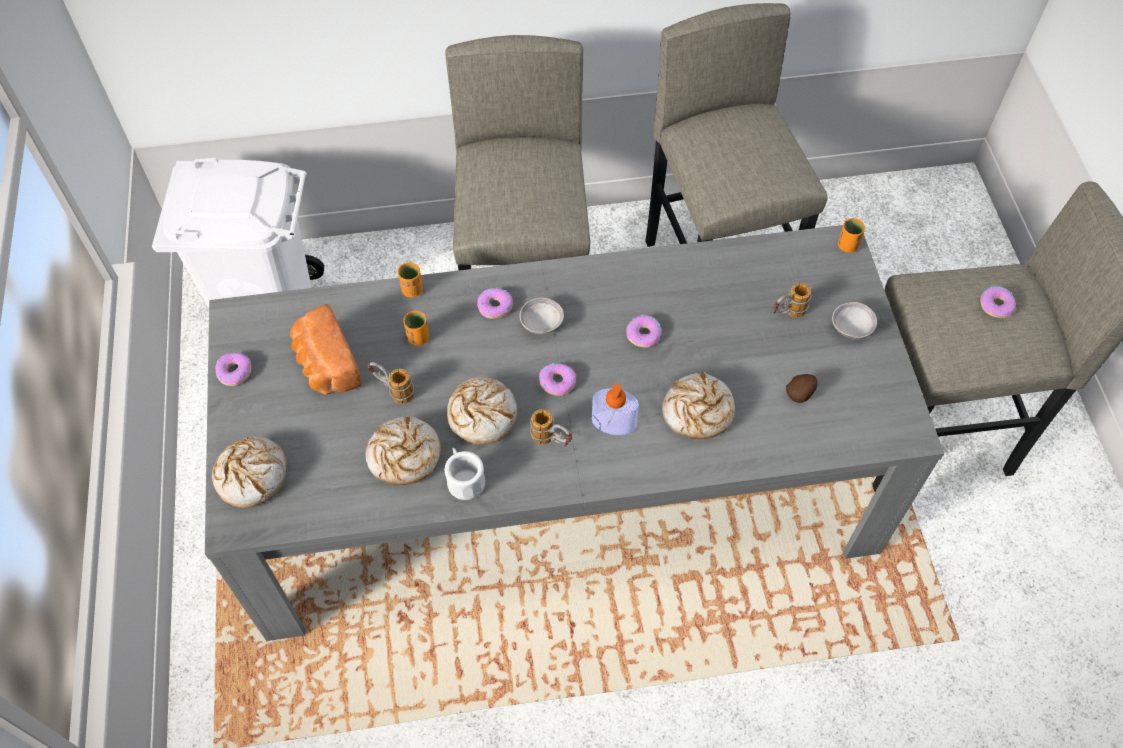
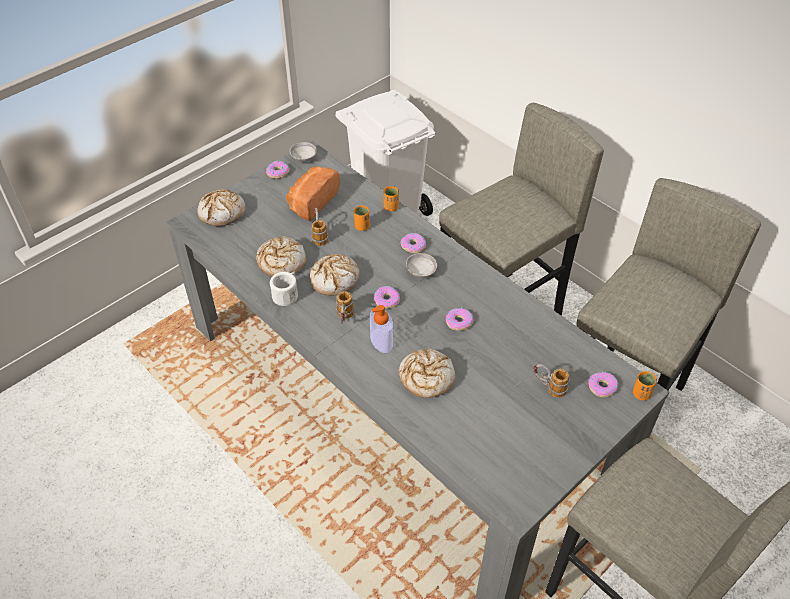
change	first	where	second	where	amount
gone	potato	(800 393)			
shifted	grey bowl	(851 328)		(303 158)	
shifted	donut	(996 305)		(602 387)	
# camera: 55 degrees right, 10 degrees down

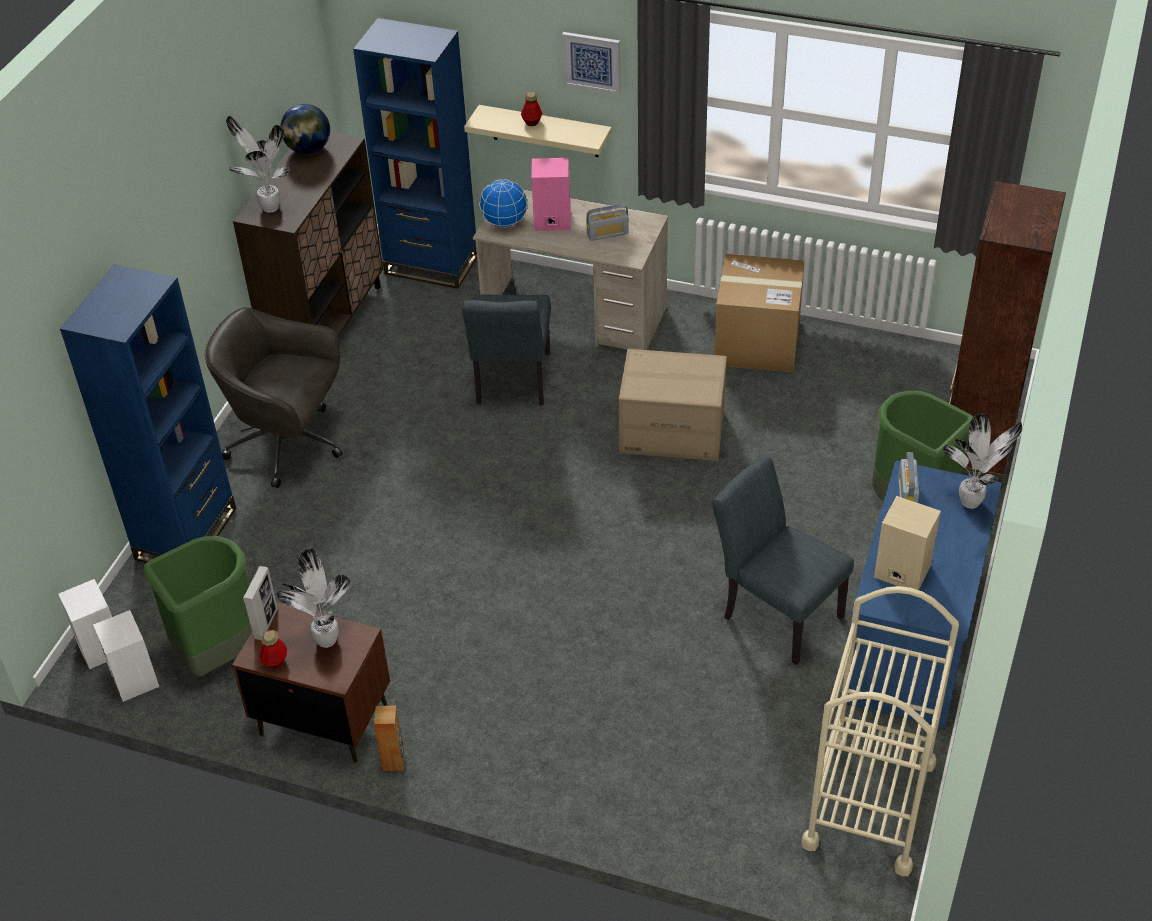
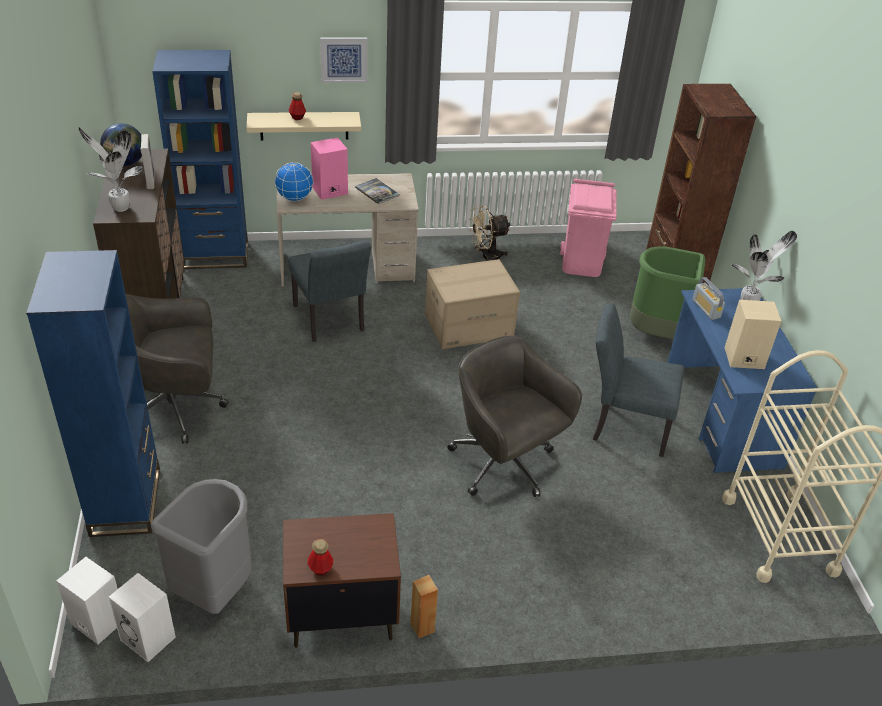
change	first	where	second	where	amount
repainted	green trash can	(218 652)	grey trash can	(214 590)	
shifted	picture frame	(266 623)		(150 181)	
gone	potted plant	(325 642)			
swapped	radio	(607 234)	book	(377 192)	
swapped	cardboard box	(757 343)	beige fan	(486 257)	
new			grey office chair	(504 465)	
new			pink trash can	(582 264)	
# camera: 30 degrees left, 5 degrees down

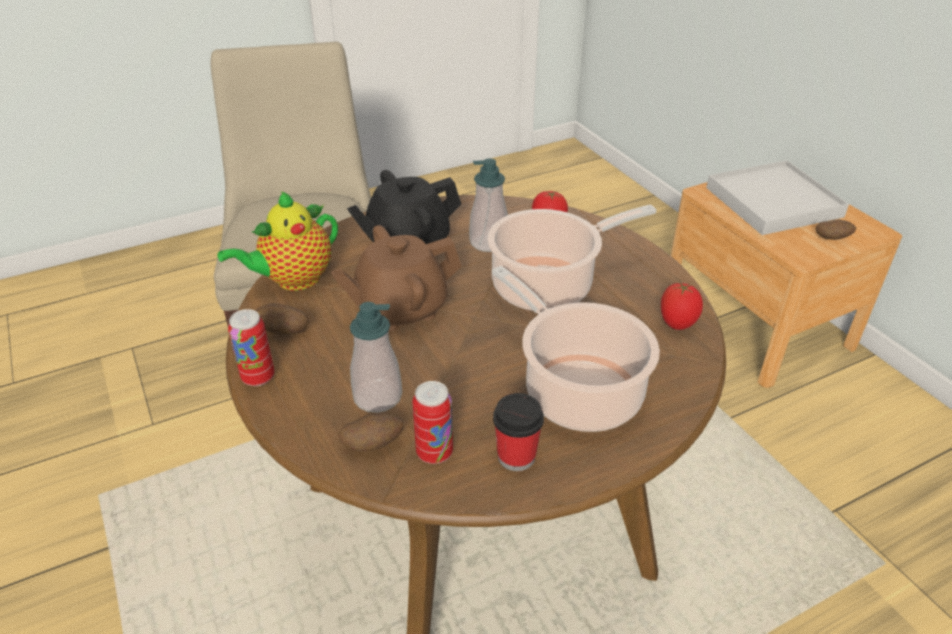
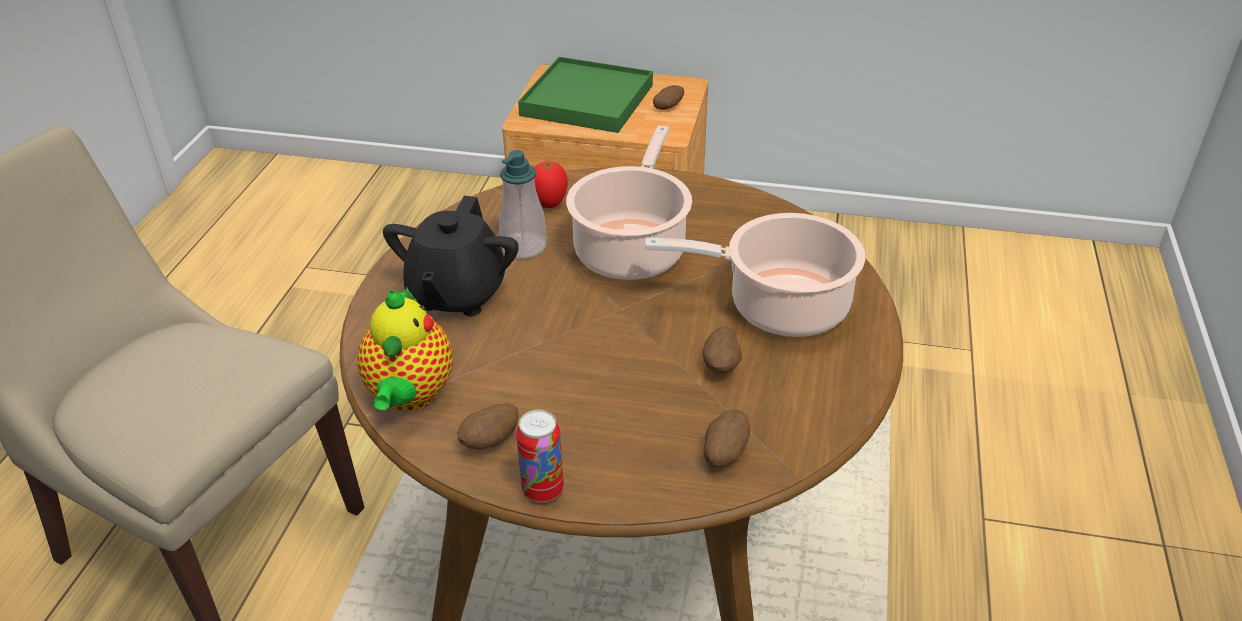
change	first	where	second	where	amount
gone	brown teapot	(400 309)			
gone	soap dispenser	(377 397)			
gone	can	(434 453)			
gone	cup	(516 456)			
gone	tomato	(677 324)			
repainted	white tray	(773 202)	green tray	(587 100)	
new			potato	(721 366)	
# camera: 50 degrees left, 0 degrees up

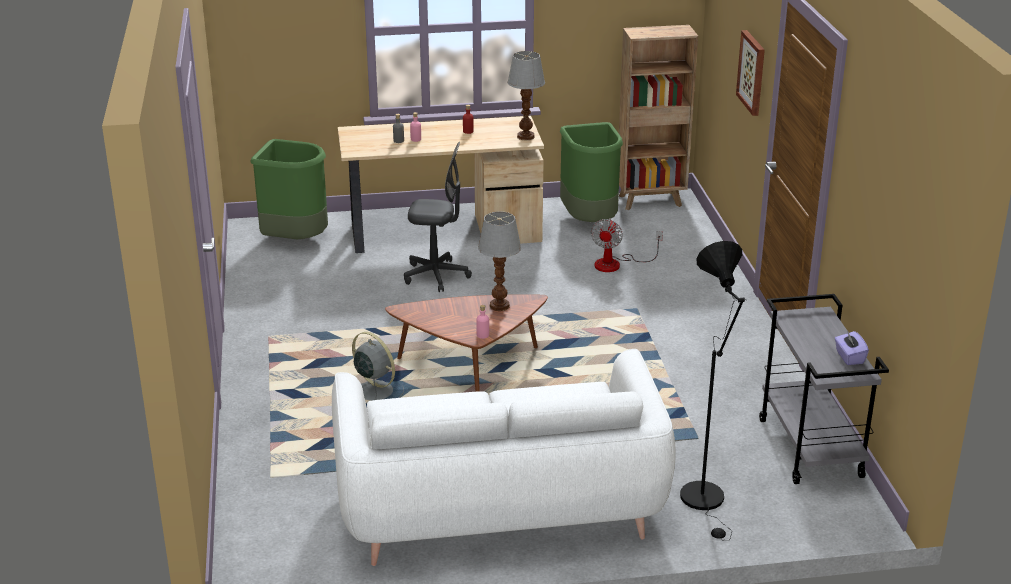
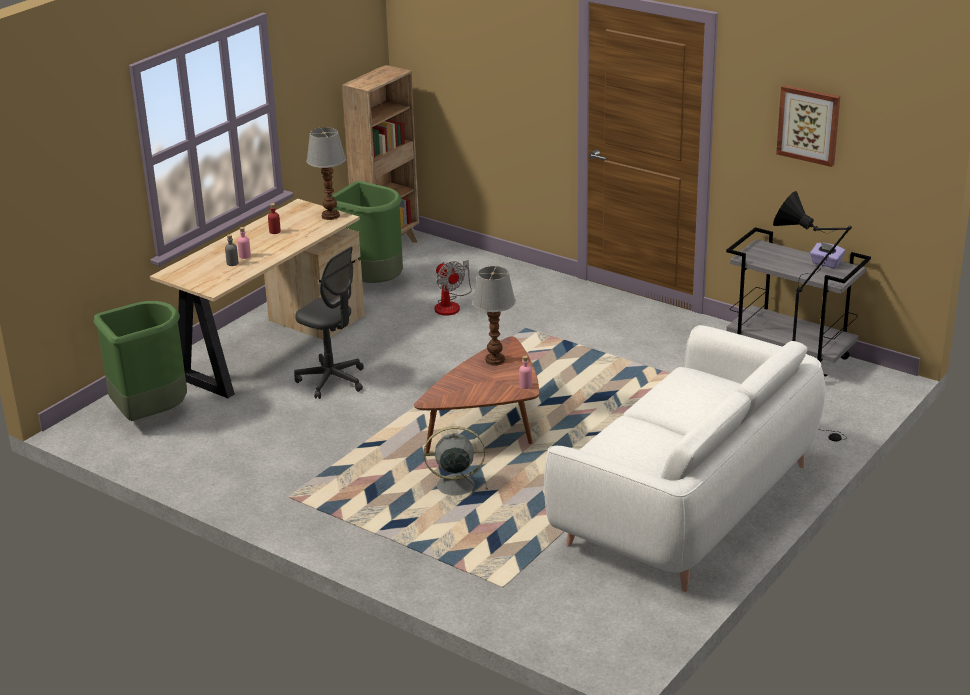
change	first	where	second	where	amount
rotated	grey office chair	(436 275)		(332 381)	75 degrees clockwise
shifted	picture	(752 72)		(809 124)	
# camera: 45 degrees left, 0 degrees up

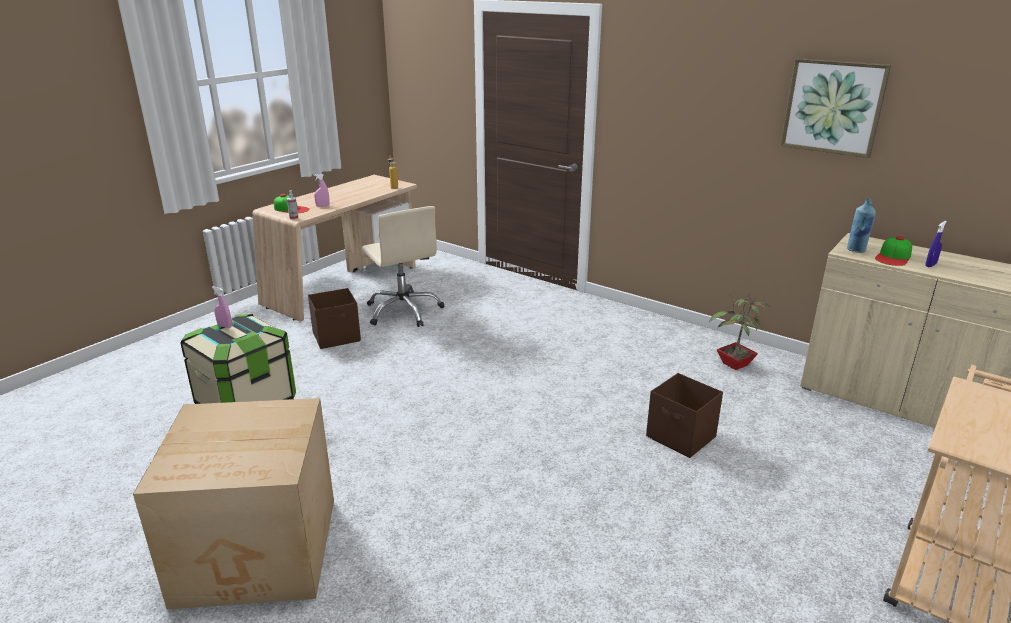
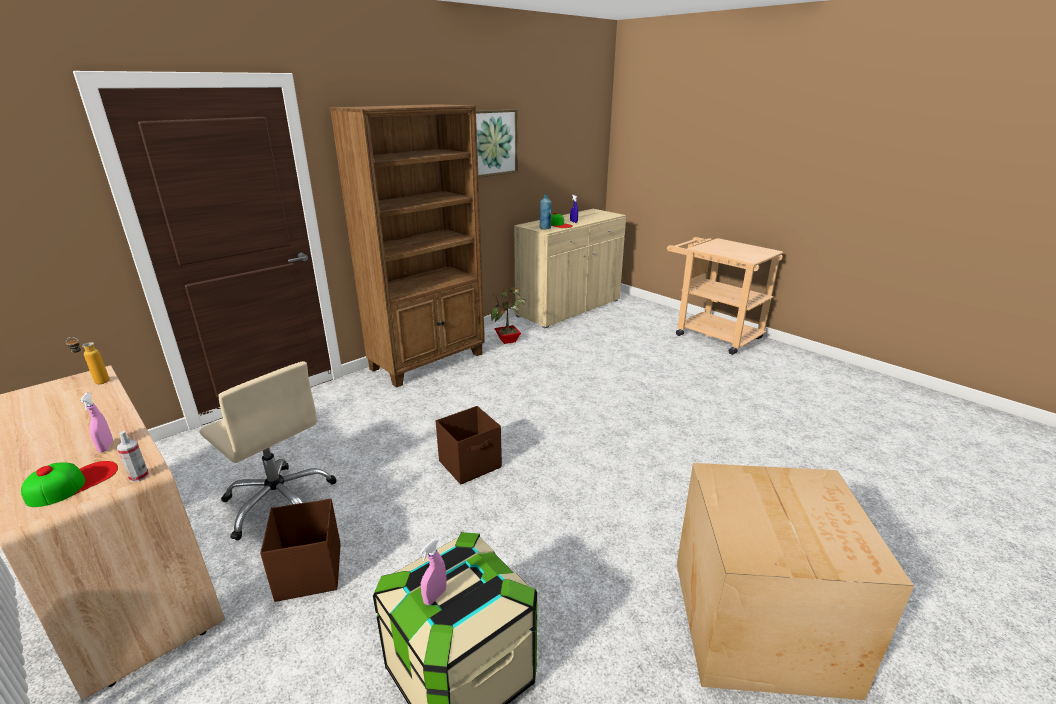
change	first	where	second	where	amount
rotated	beige office chair	(404 311)		(280 501)	60 degrees clockwise
shifted	brown storage box	(681 437)		(471 464)	
new			brown bookcase	(429 361)	
# camera: 80 degrees left, 0 degrees up

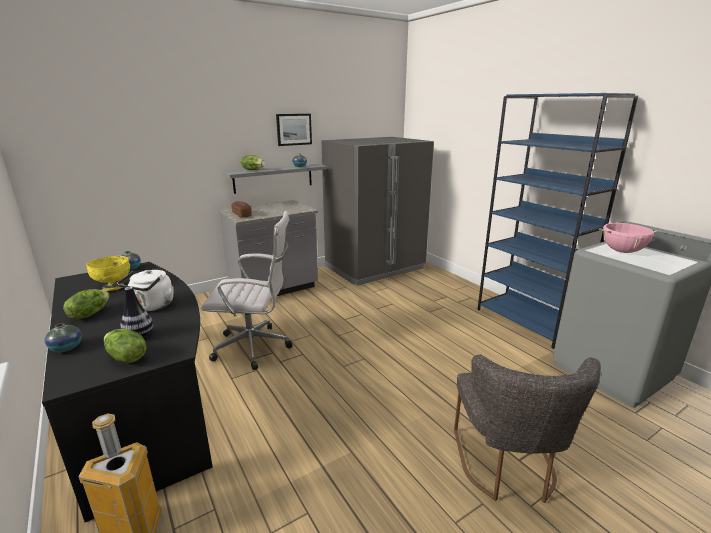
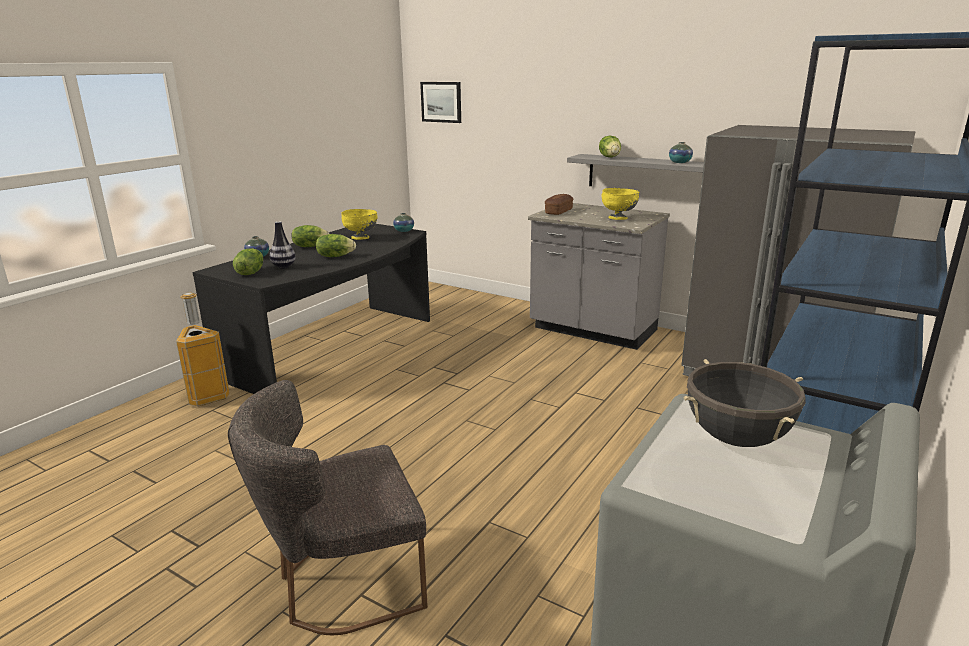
change	first	where	second	where	amount
swapped	white kettle	(152 306)	lettuce	(335 256)	
gone	white office chair	(256 347)			
shifted	picture	(294 129)		(441 102)	
repainted	pink cooking pot	(622 251)	black cooking pot	(737 439)	
new			yellow bowl	(618 218)	
# camera: 65 degrees right, 0 degrees up

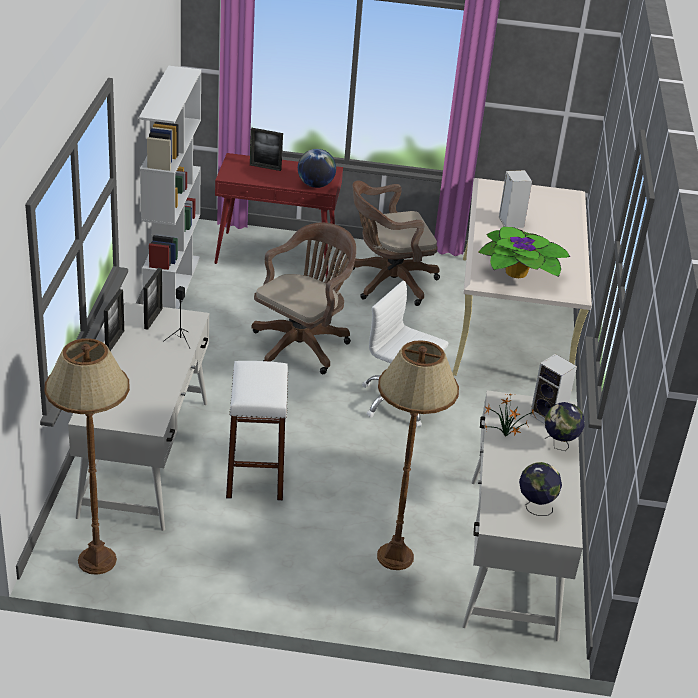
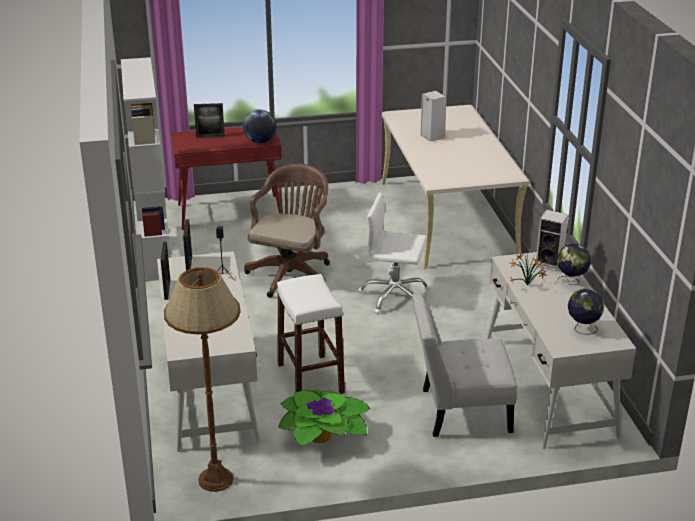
change	first	where	second	where	amount
gone	brown office chair	(387 282)			
swapped	brown floor lamp	(395 556)	white chair	(459 411)	
shifted	potted plant	(519 272)		(322 435)	
# camera: 15 degrees left, 5 degrees down

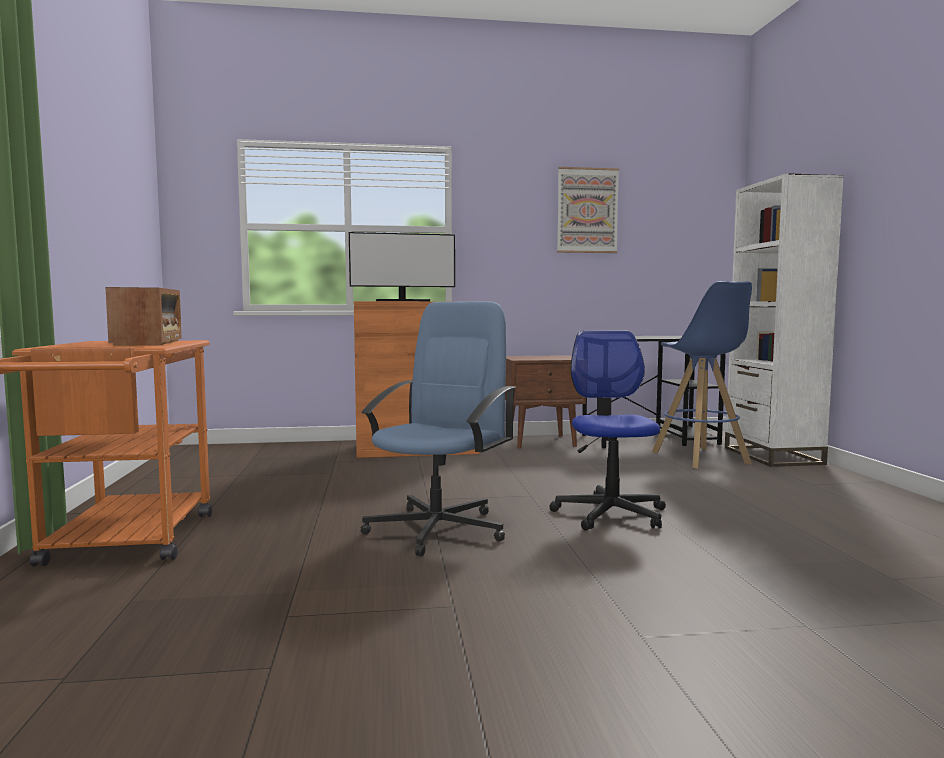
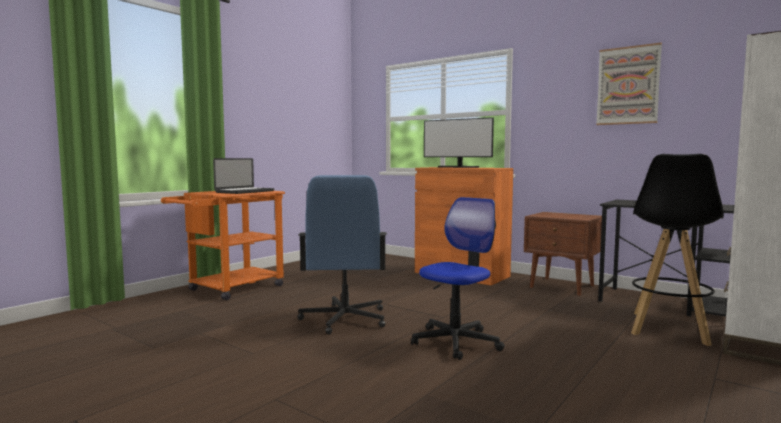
change	first	where	second	where	amount
swapped	radio	(148 343)	laptop	(245 192)	
rotated	blue office chair	(438 529)		(344 319)	105 degrees clockwise
repainted	blue stool	(700 458)	black stool	(669 328)	
# camera: 45 degrees right, 0 degrees up

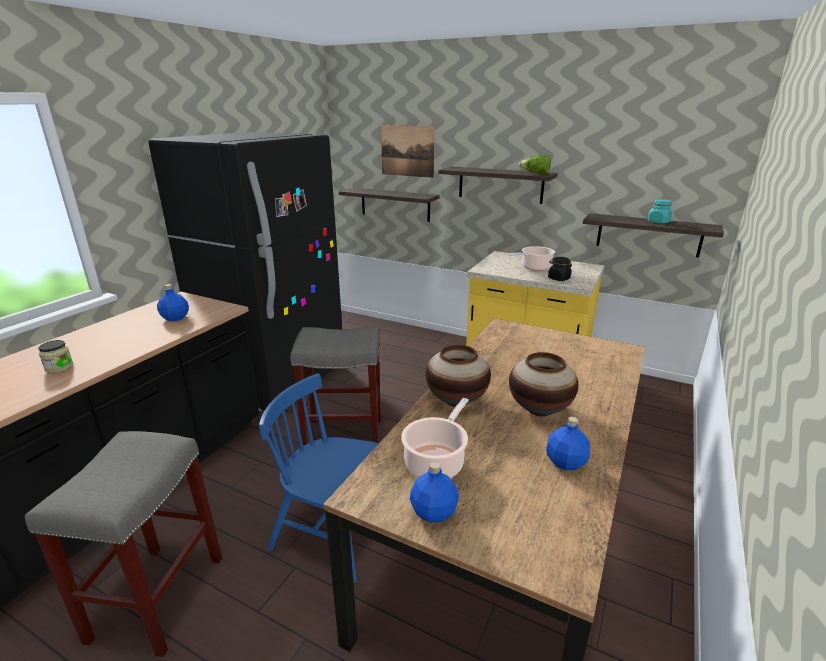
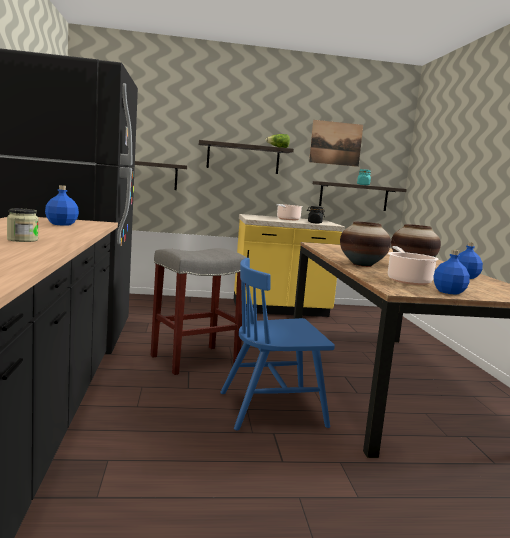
change	first	where	second	where	amount
gone	grey stool	(158 596)			
shifted	picture	(407 151)		(336 143)	
# camera: 35 degrees left, 15 degrees down

